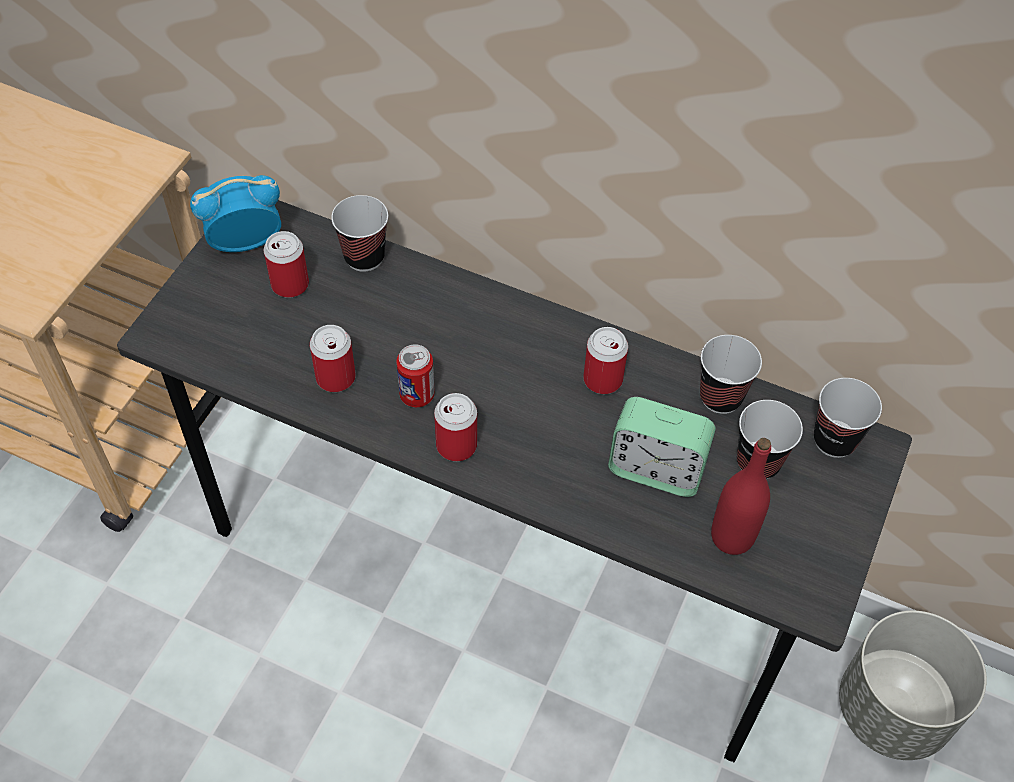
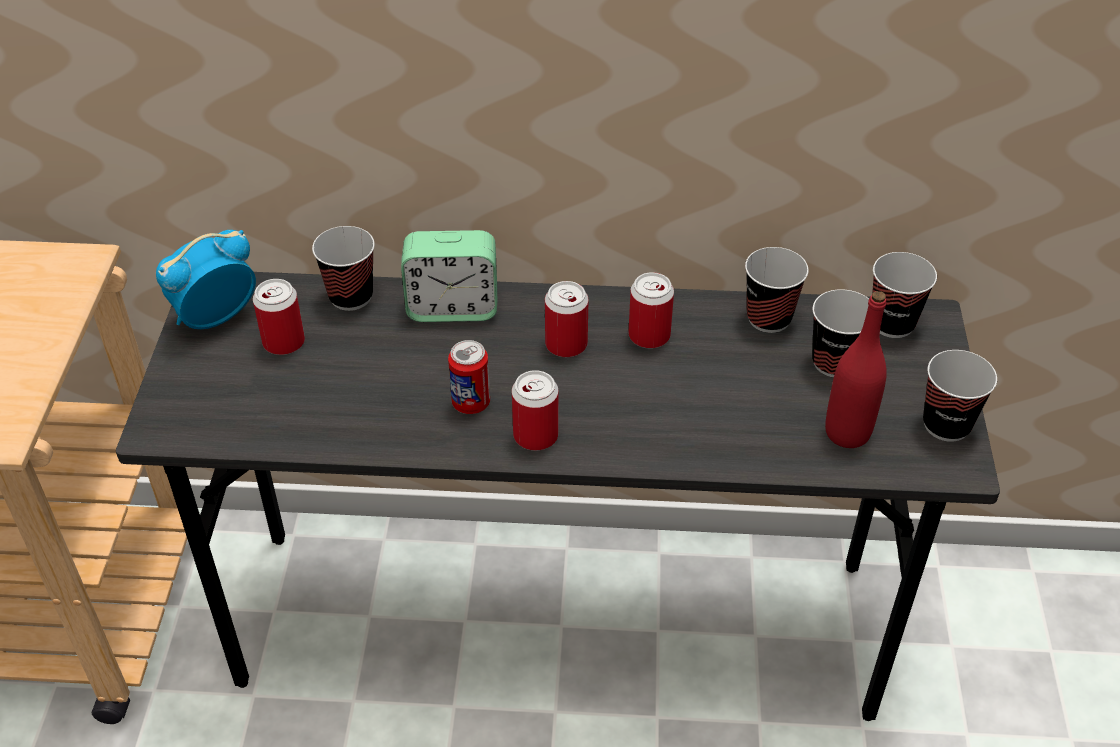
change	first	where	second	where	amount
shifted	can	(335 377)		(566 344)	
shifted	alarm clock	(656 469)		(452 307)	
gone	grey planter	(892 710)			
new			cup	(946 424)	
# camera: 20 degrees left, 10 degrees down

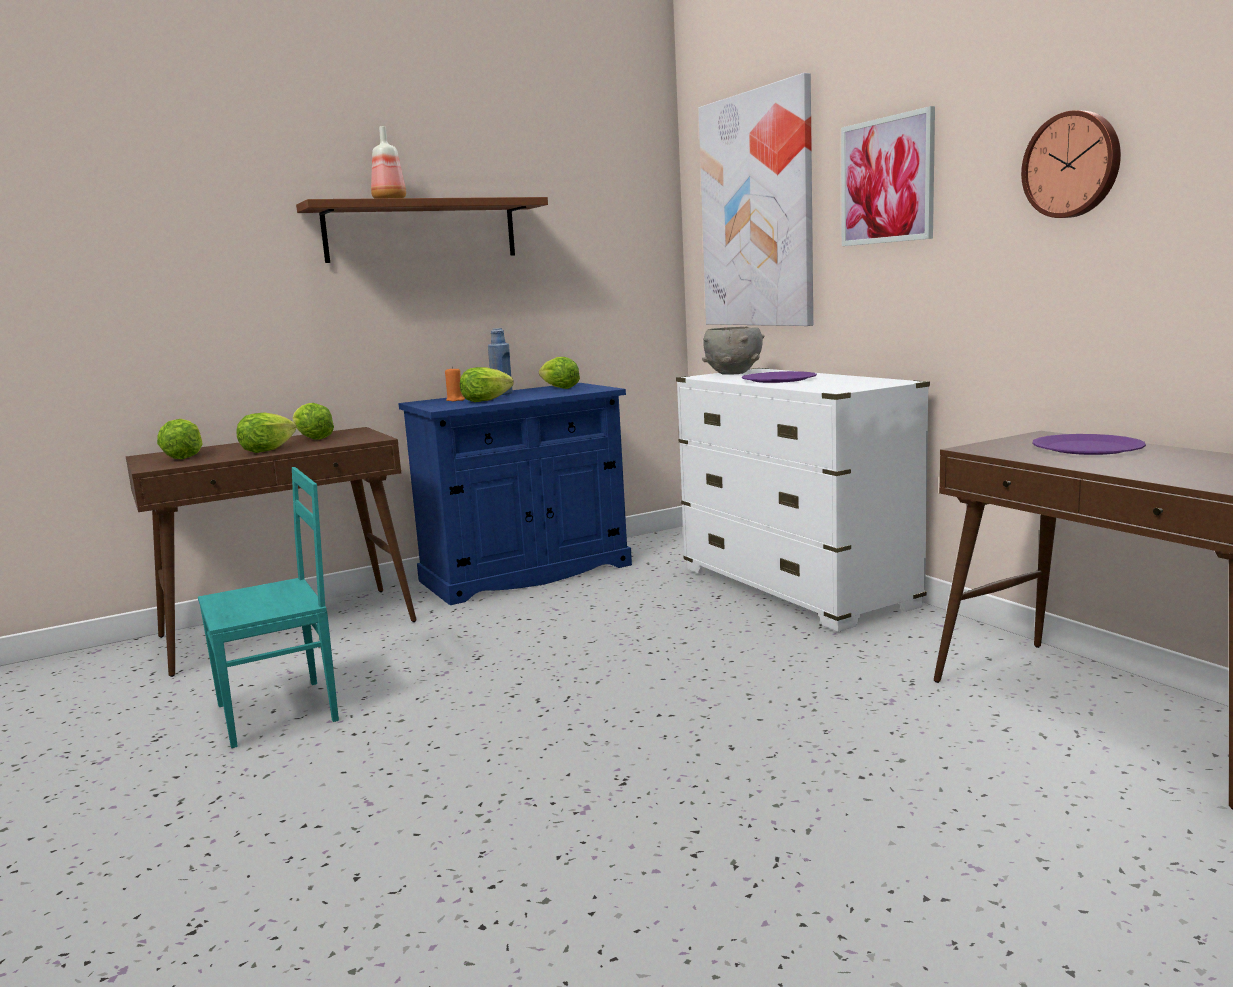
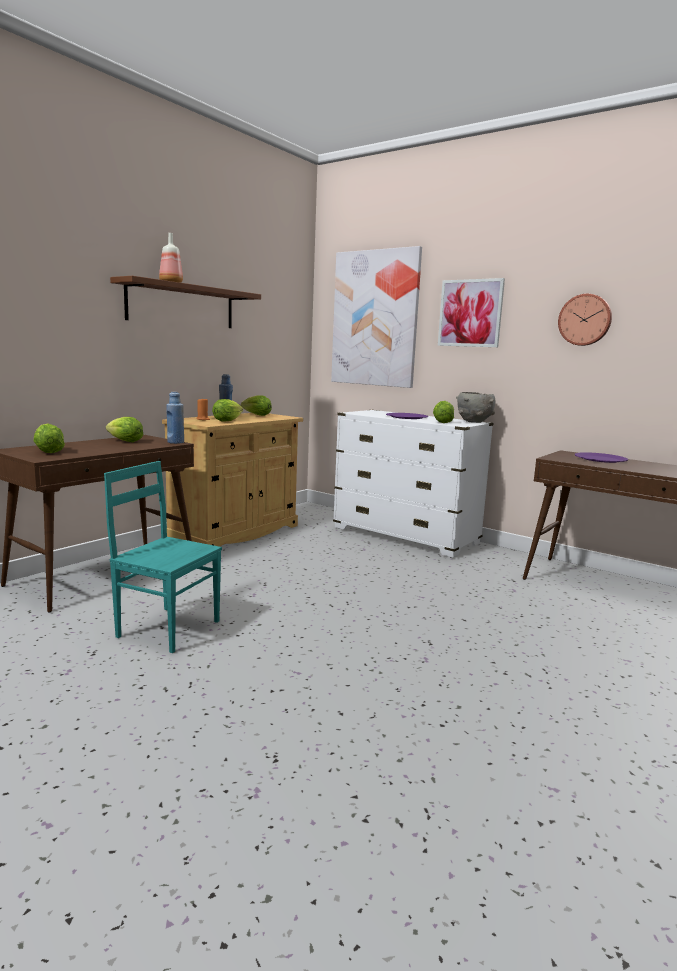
change	first	where	second	where	amount
rotated	turquoise chair	(280 713)		(168 628)	105 degrees counterclockwise
shifted	lettuce	(267 450)		(442 422)	
repainted	blue cabinet	(526 573)	beige cabinet	(235 532)	
shifted	grey bowl	(733 373)		(474 421)	
new			blue bottle	(175 442)	
# camera: 25 degrees left, 0 degrees up

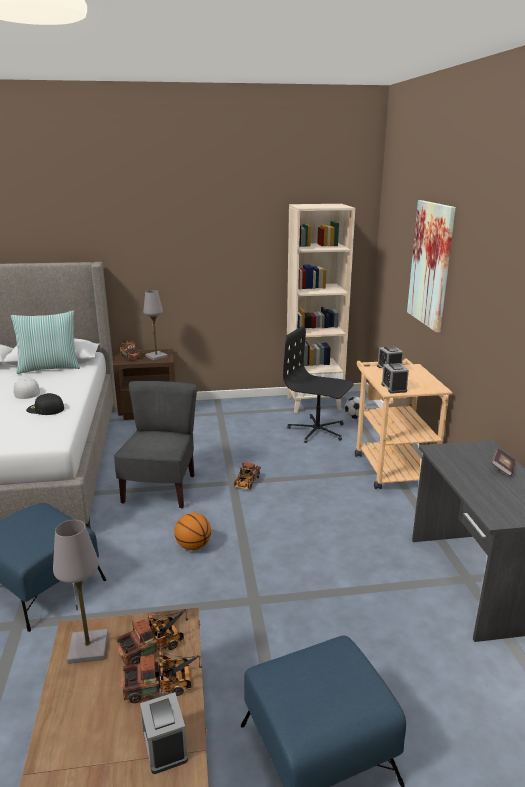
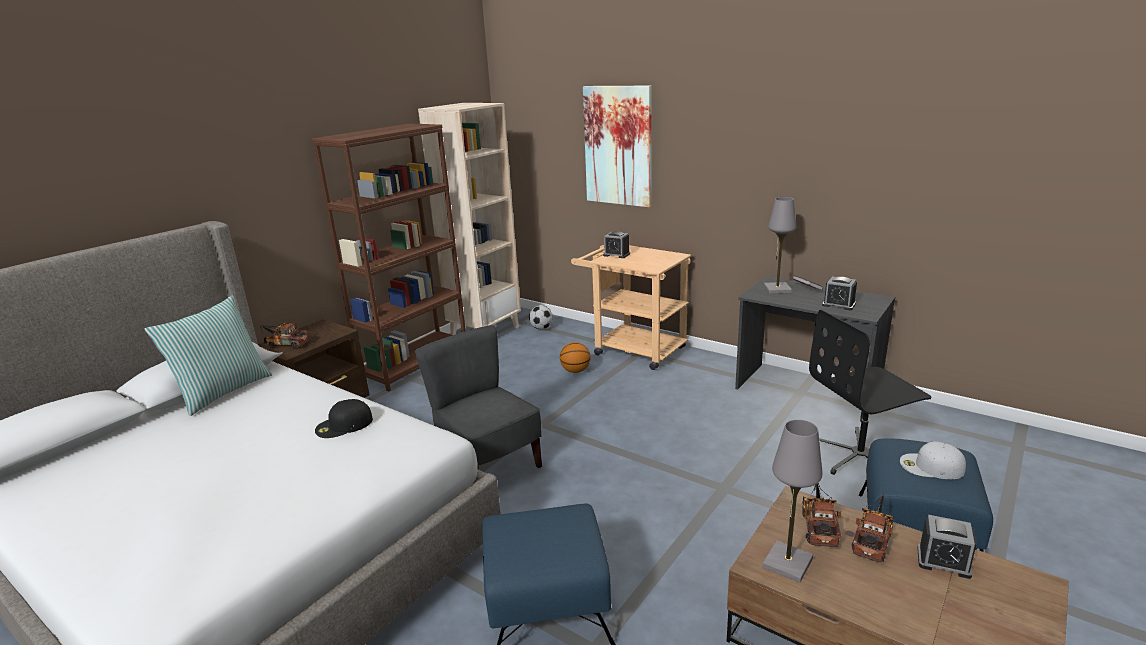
change	first	where	second	where	amount
shifted	white cap	(26 392)		(931 466)	
shifted	grey table lamp	(156 356)		(777 289)	
shifted	basketball	(193 546)		(575 371)	
gone	toy truck	(246 483)			
shifted	black office chair	(317 430)		(860 457)	
shifted	alarm clock	(394 388)		(838 304)	
new			brown bookcase	(415 364)	
# camera: 45 degrees left, 0 degrees up

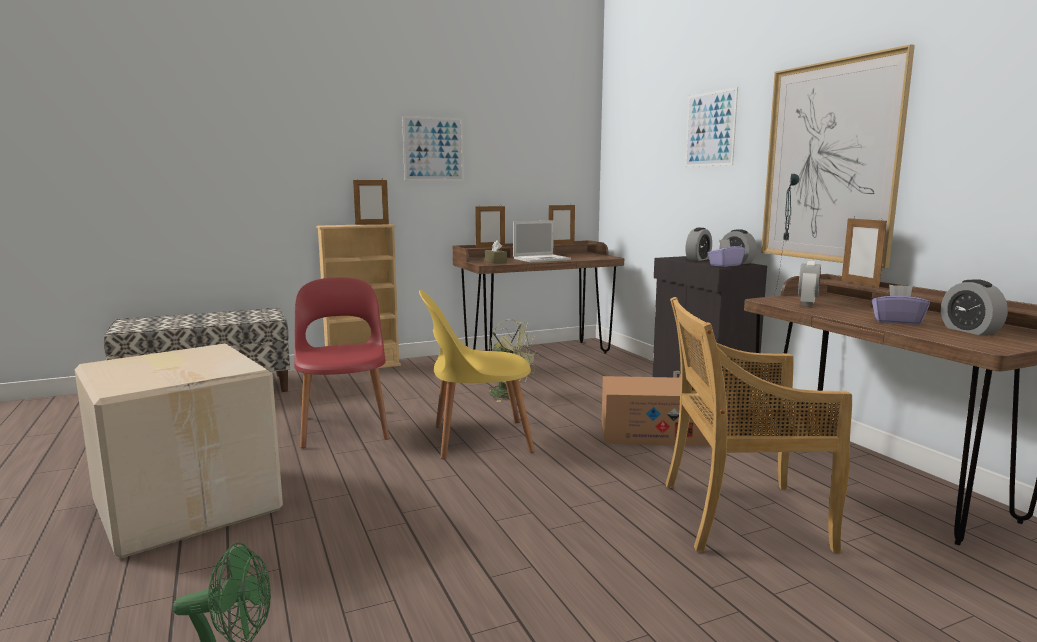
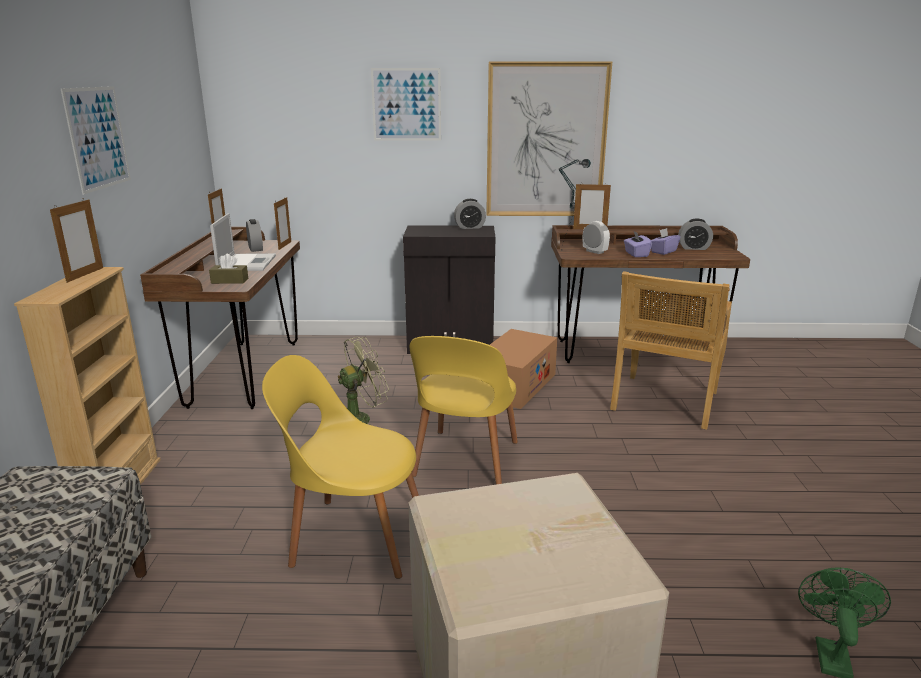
change	first	where	second	where	amount
repainted	red chair	(344 426)	yellow chair	(353 536)	
shifted	picture frame	(490 247)		(285 245)	
shifted	alarm clock	(698 259)		(255 249)	
shifted	purple tissue box	(725 265)		(636 254)	
# camera: 65 degrees left, 10 degrees up

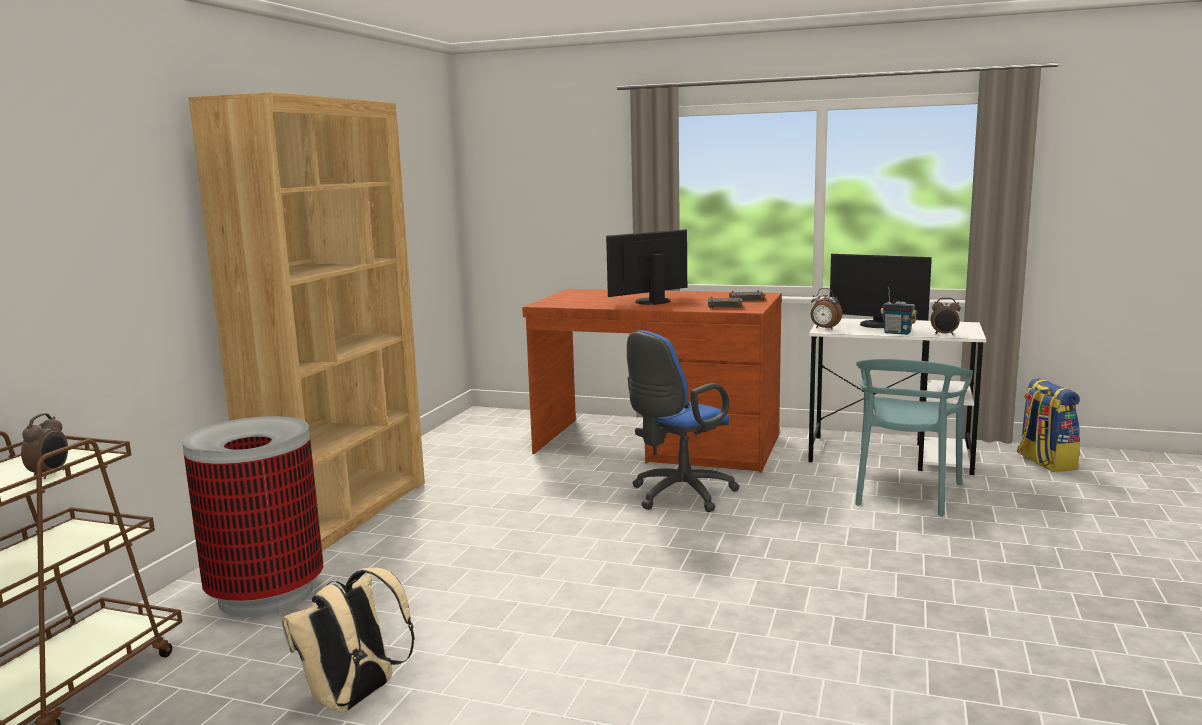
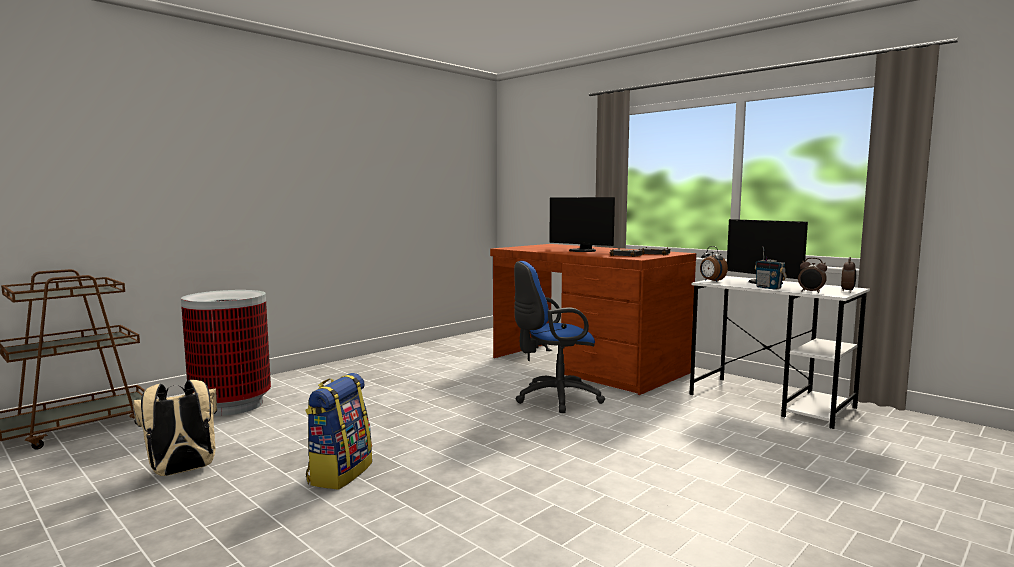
change	first	where	second	where	amount
shifted	alarm clock	(50 474)		(847 291)	
gone	brown bookcase	(342 511)			
rotated	monitor	(651 301)		(581 251)	135 degrees counterclockwise
gone	turquoise chair	(904 492)			
shifted	backpack	(1045 462)		(339 473)	
# camera: 25 degrees right, 5 degrees down

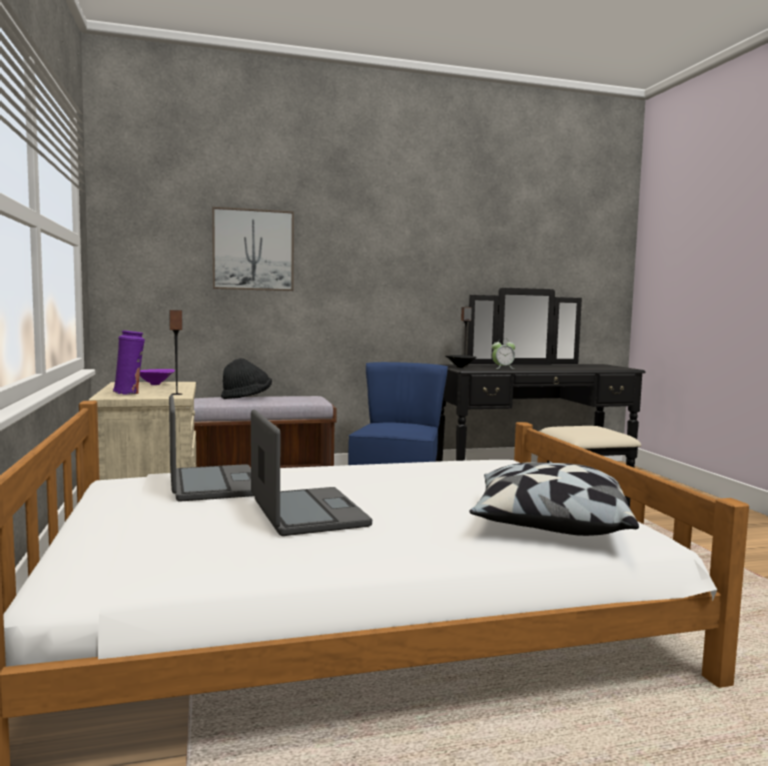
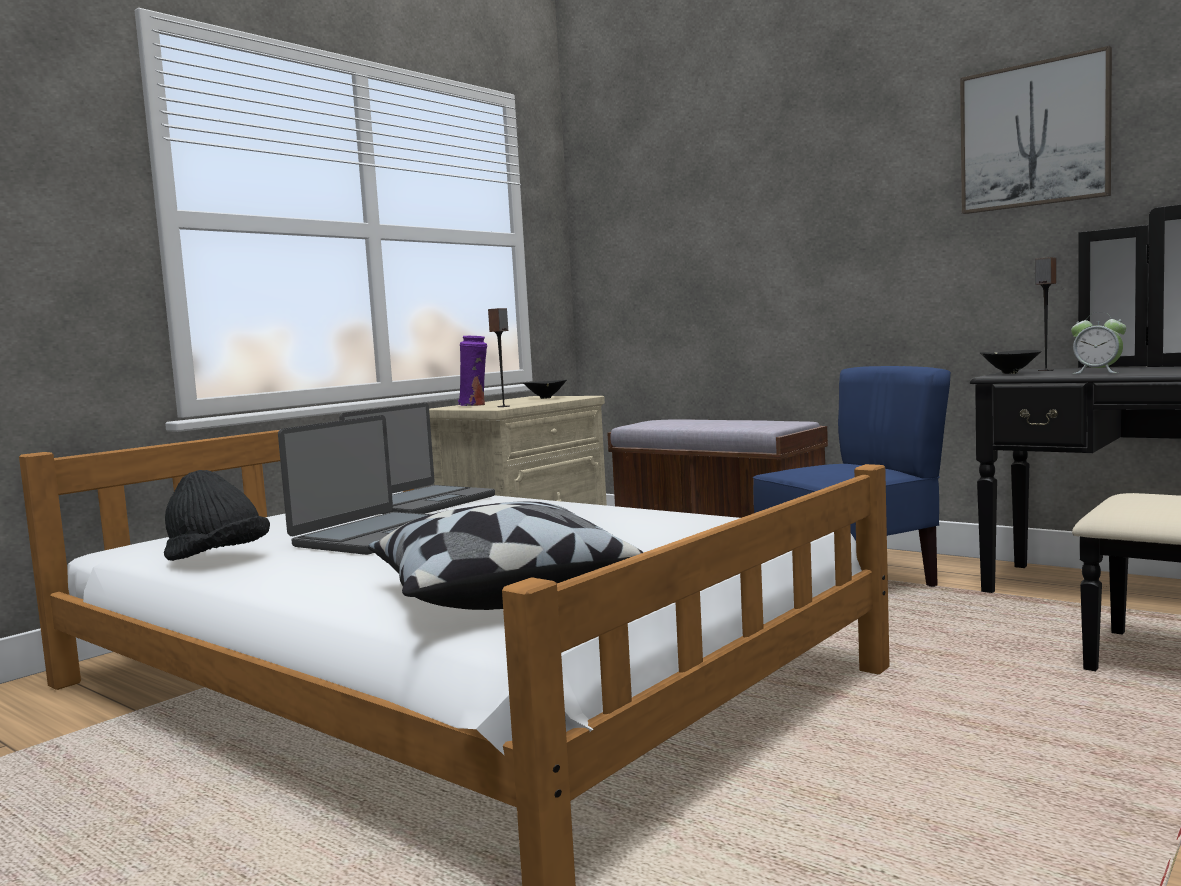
change	first	where	second	where	amount
repainted	purple bowl	(156 385)	black bowl	(545 398)	
shifted	picture	(253 250)		(1034 135)	
shifted	black hat	(247 397)		(217 559)	
# camera: 55 degrees right, 0 degrees up

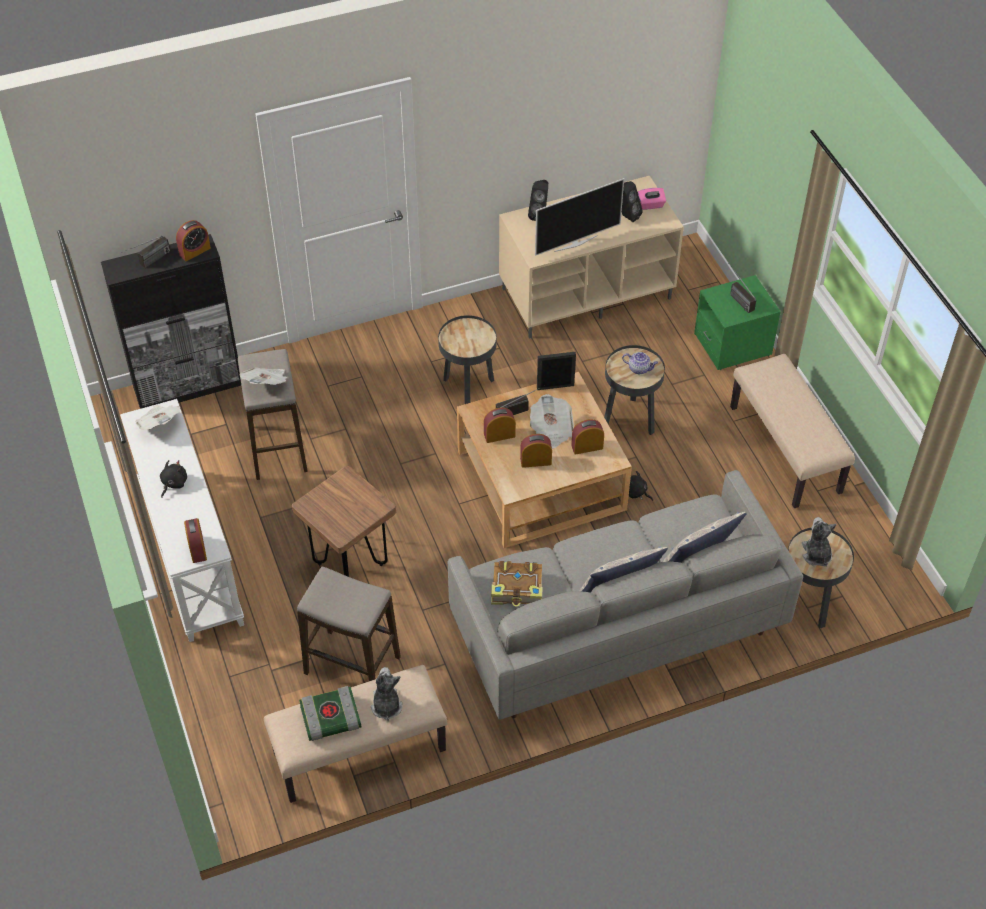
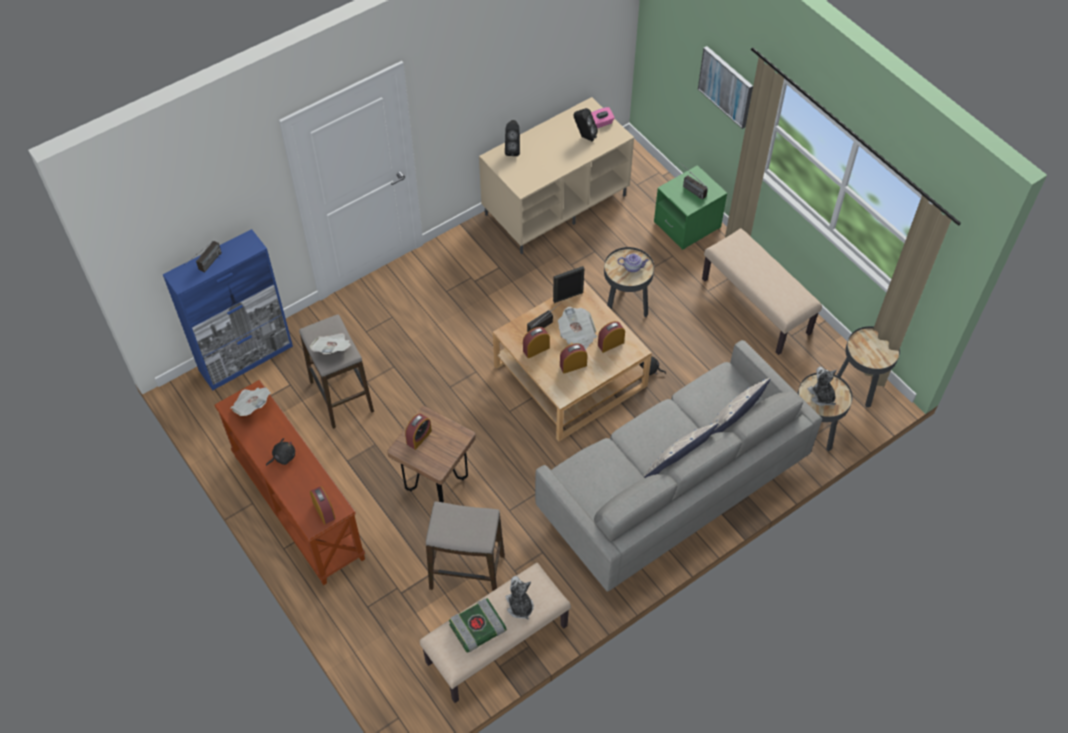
change	first	where	second	where	amount
repainted	black cabinet	(189 387)	blue cabinet	(246 358)	
repainted	white console table	(189 553)	brown console table	(297 507)	
rotated	black plush toy	(173 483)		(283 457)	45 degrees clockwise
shifted	alarm clock	(195 251)		(419 437)	
shifted	black side table	(468 389)		(858 386)	
gone	book	(518 590)			
gone	television	(575 243)			
new			picture	(726 86)	
# camera: 15 degrees left, 5 degrees up

